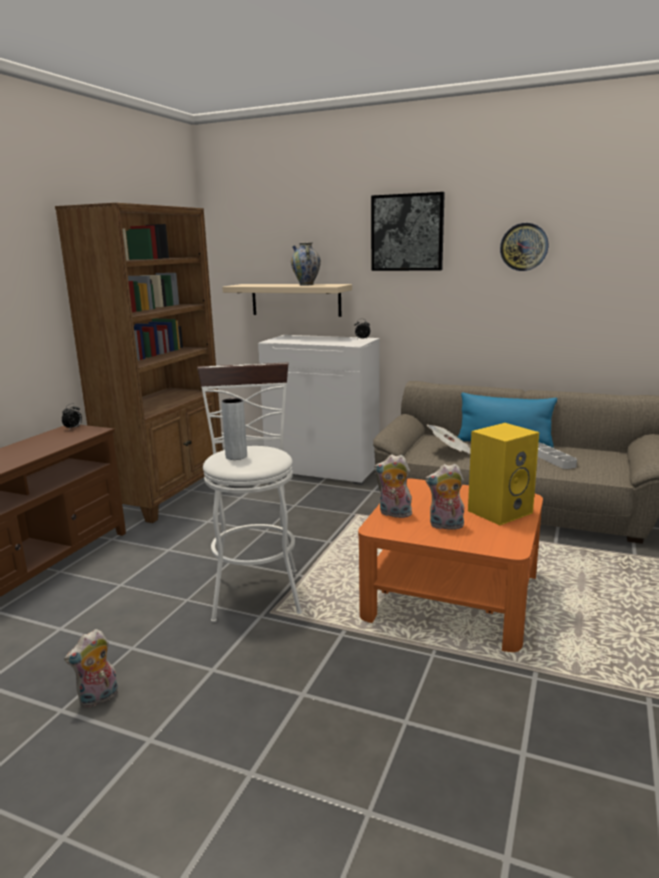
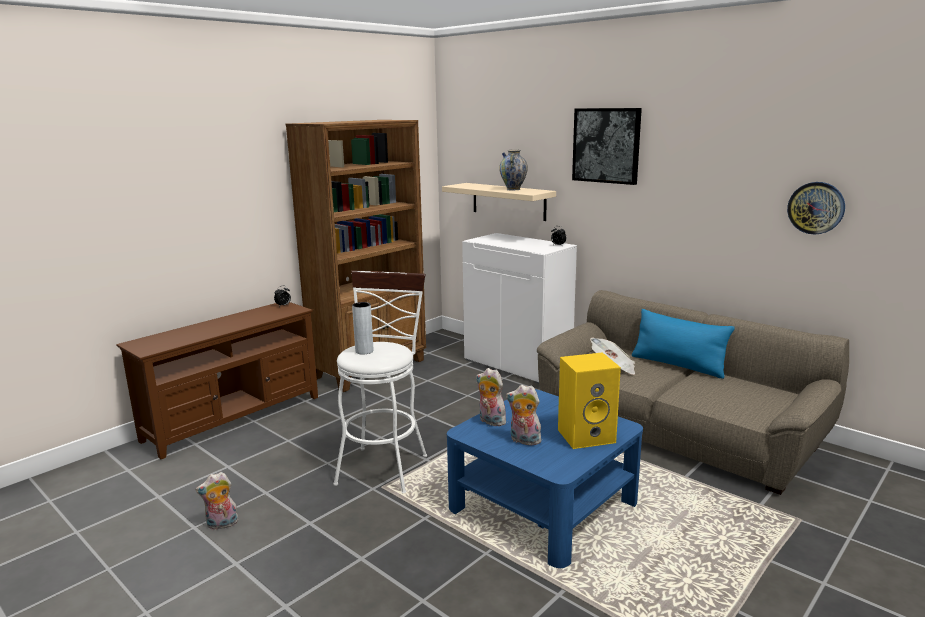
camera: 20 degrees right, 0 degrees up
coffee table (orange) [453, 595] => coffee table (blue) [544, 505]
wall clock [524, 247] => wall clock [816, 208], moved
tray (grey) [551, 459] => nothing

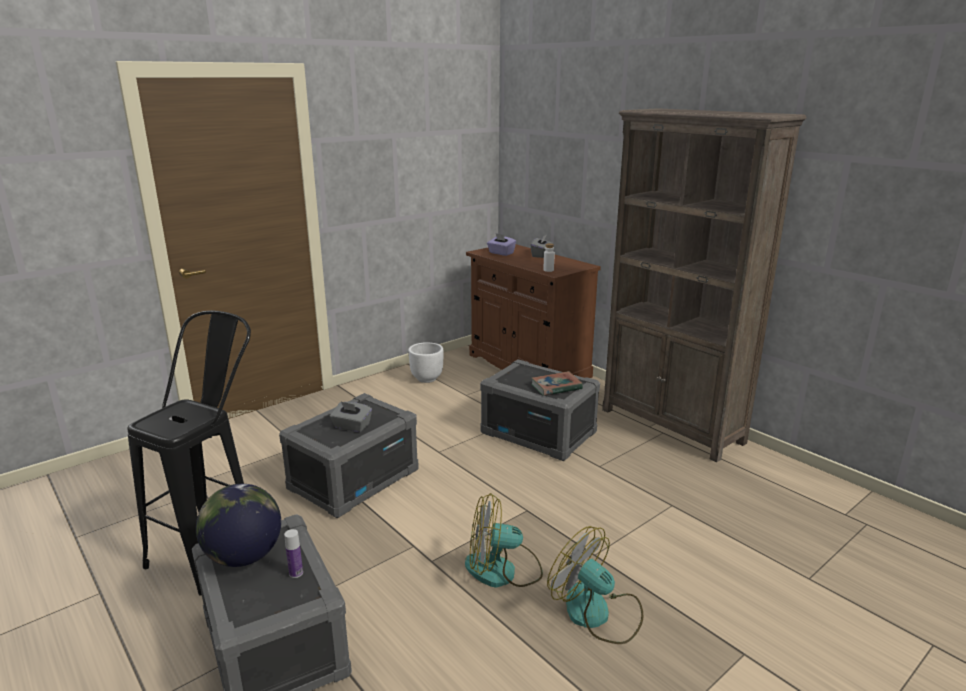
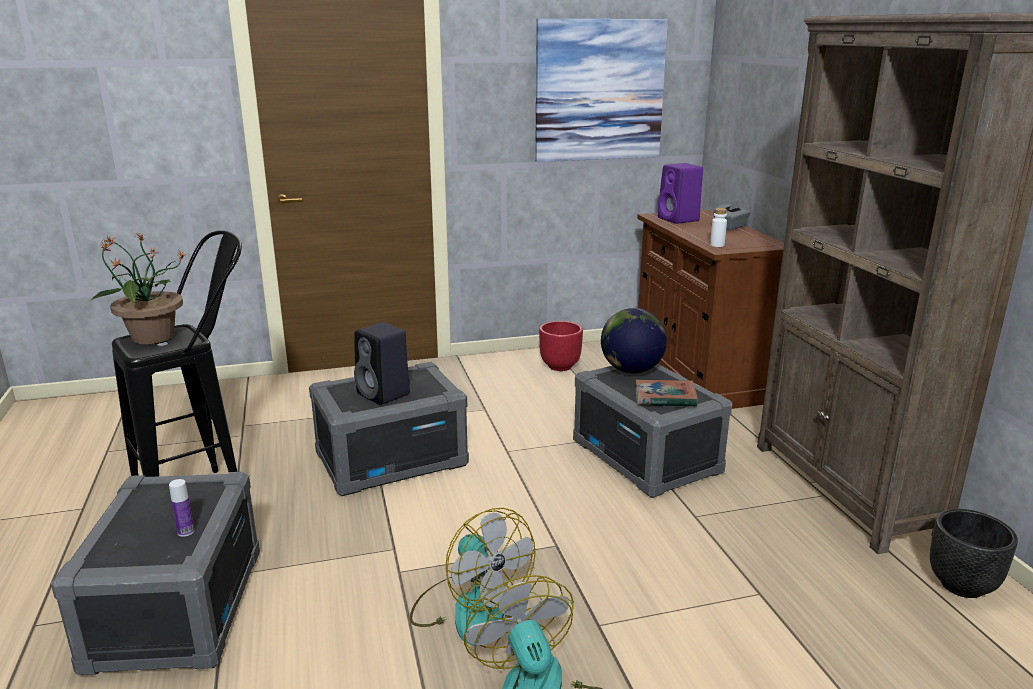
camera: 25 degrees right, 0 degrees up
nothing => potted plant [151, 337]
tissue box (grey) [351, 426] => speaker (black) [385, 394]
fan [502, 570] => fan [469, 608], 150 degrees counterclockwise
nothing => picture [599, 91]
planter (white) [427, 379] => planter (red) [560, 367]
globe [244, 557] => globe [631, 370], moved
tissue box (purple) [501, 253] => speaker (purple) [679, 220]
nothing => planter (black) [961, 586]

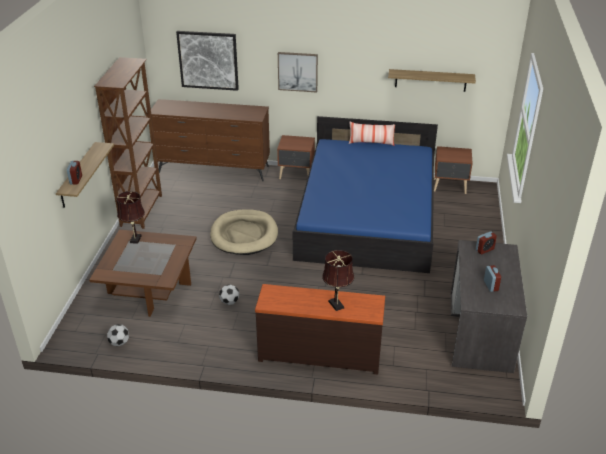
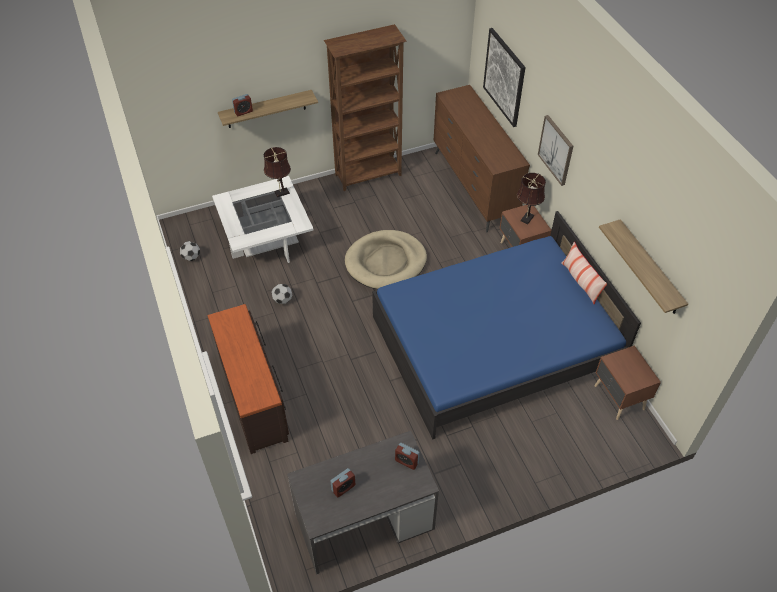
camera: 60 degrees right, 15 degrees up
coffee table (brown) [149, 289] => coffee table (white) [266, 239]
table lamp (brown) [337, 305] => table lamp (brown) [526, 219], moved

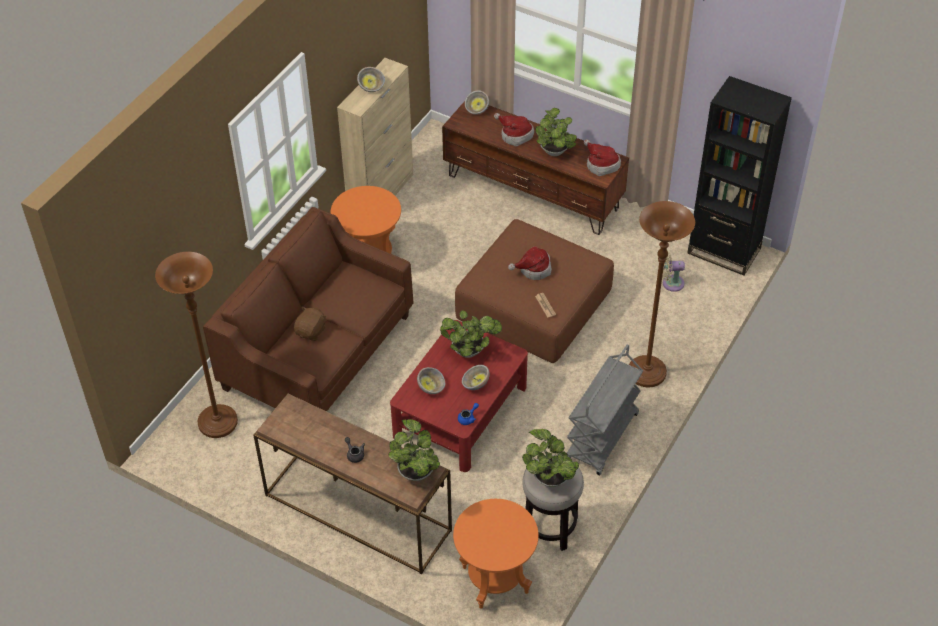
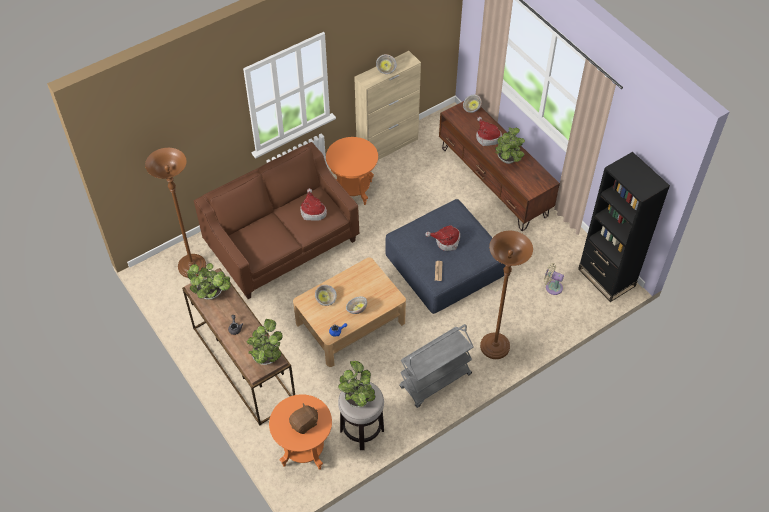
camera: 25 degrees right, 5 degrees up
potted plant [470, 351] => potted plant [212, 294], moved
plush toy (brown) [311, 331] => plush toy (brown) [304, 423], moved
coffee table (red) [460, 411] => coffee table (beige) [350, 322]
hat [601, 164] => hat [313, 211], moved
ottoman (brown) [533, 305] => ottoman (blue) [444, 265]

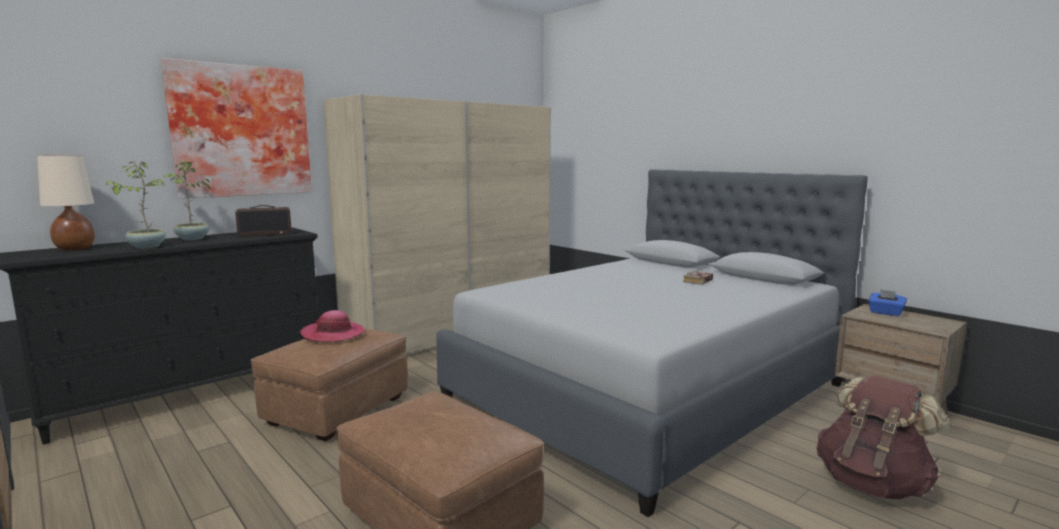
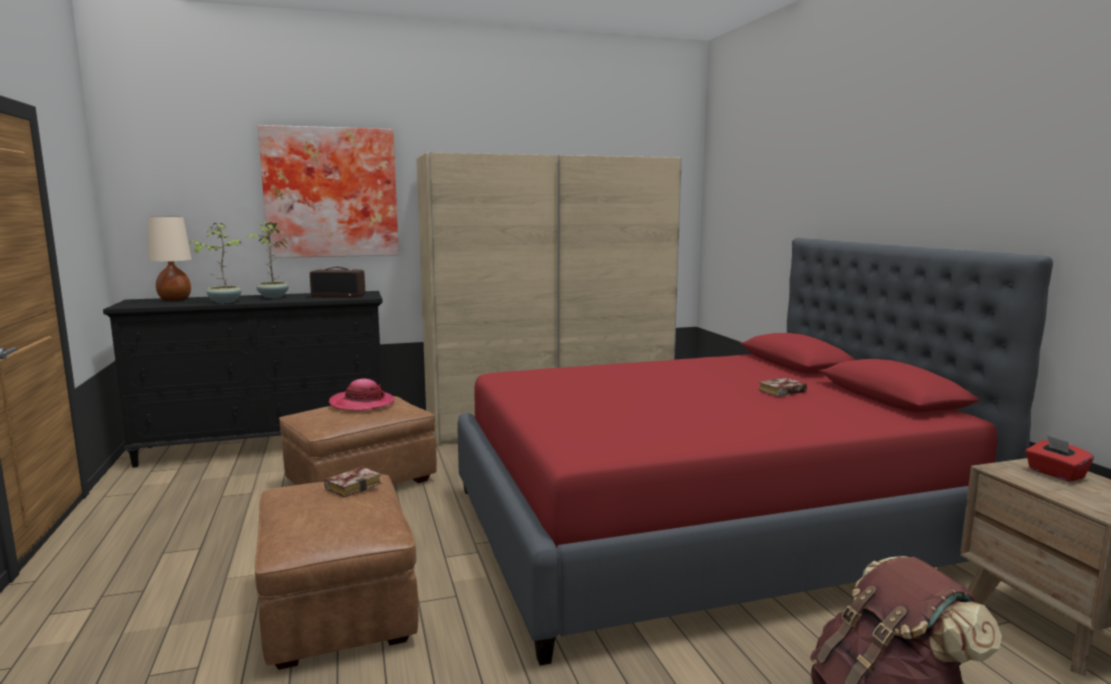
camera: 25 degrees right, 0 degrees up
nothing => book [354, 486]
bed (grey) [648, 392] => bed (red) [701, 527]
tissue box (blue) [885, 313] => tissue box (red) [1055, 474]

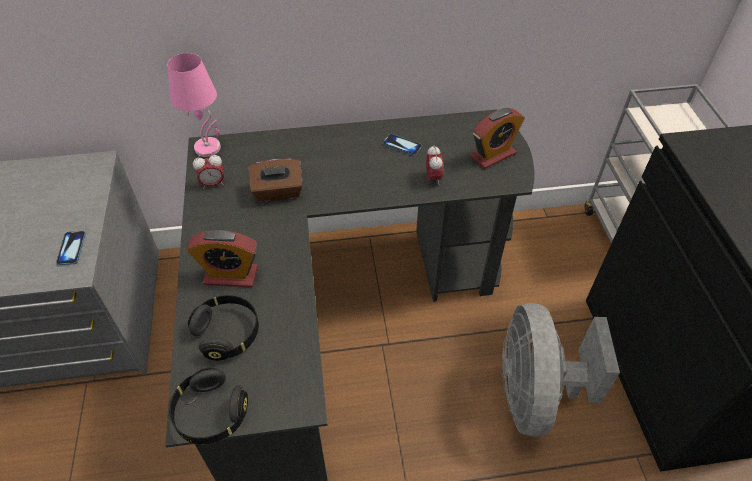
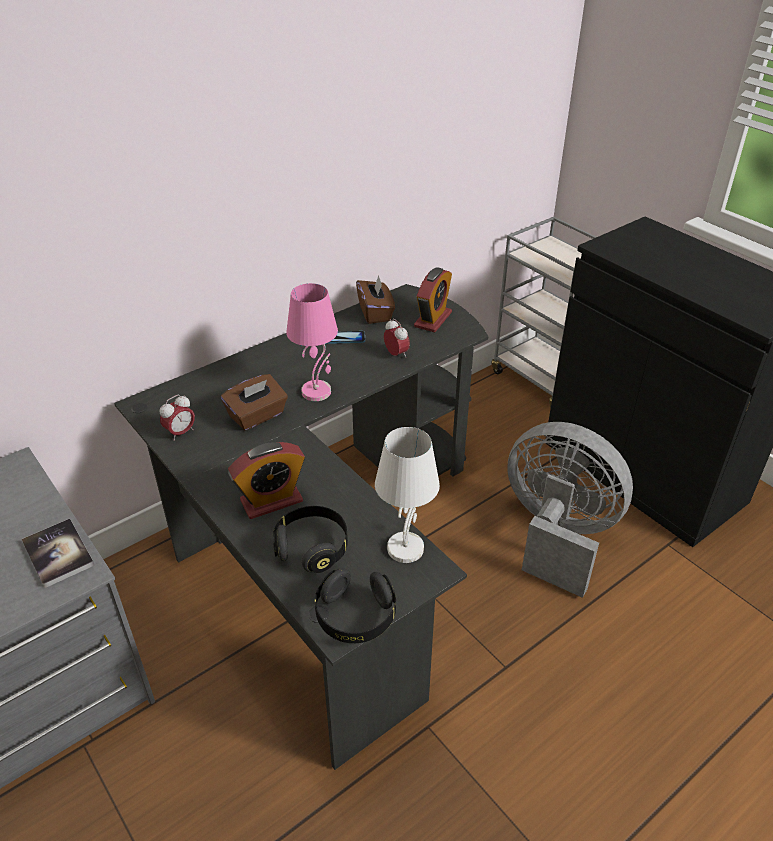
camera: 30 degrees left, 10 degrees down
phone [71, 248] => book [58, 554]
table lamp (pink) [208, 147] => table lamp (pink) [316, 391], moved
nothing => tissue box (brown) [375, 313]
nothing => table lamp (white) [405, 547]
fan (grey) [535, 394] => fan (grey) [557, 535], 150 degrees clockwise

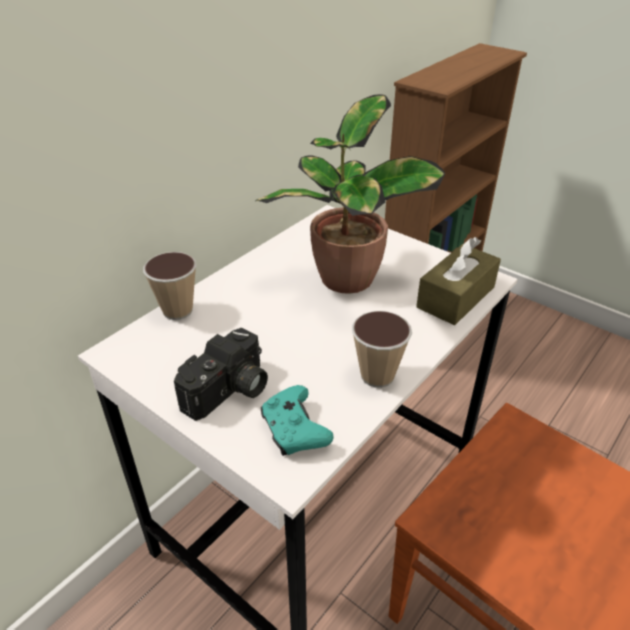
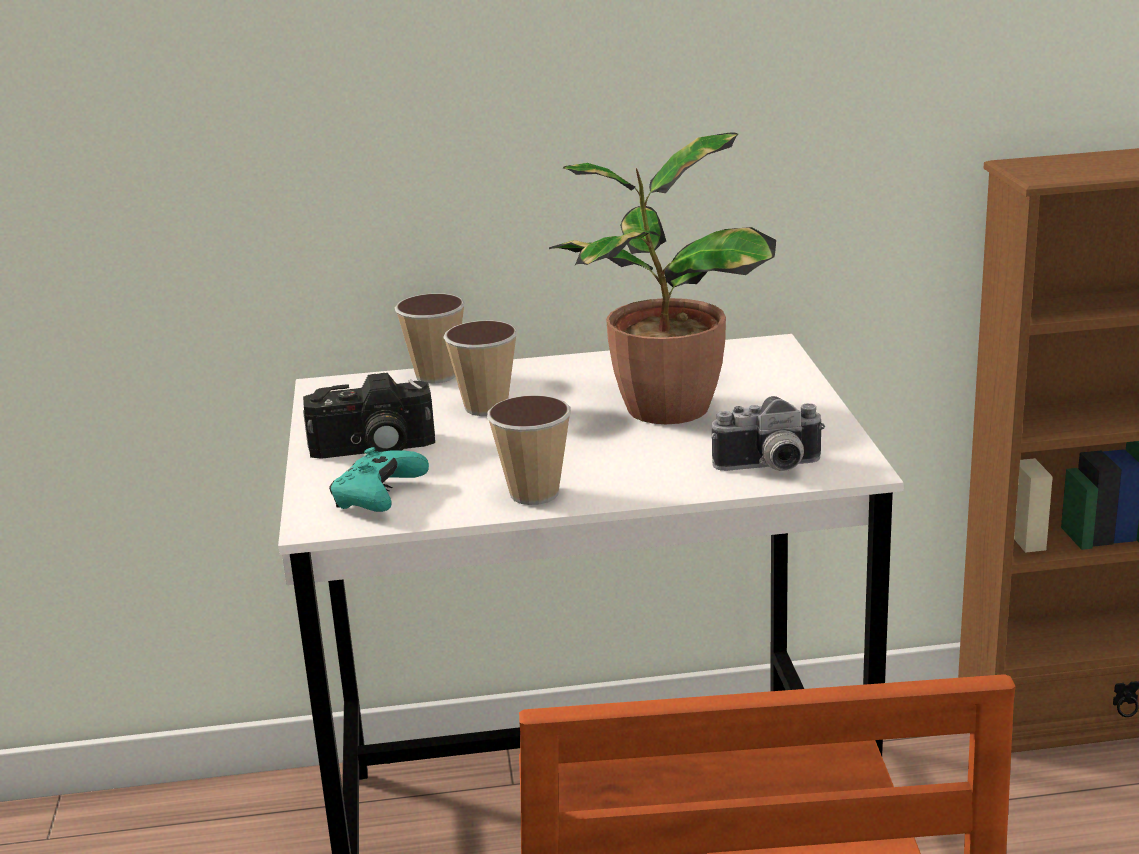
camera: 45 degrees right, 15 degrees down
nothing => cup [486, 407]
tissue box (brown) [456, 297] => photo camera [770, 468]

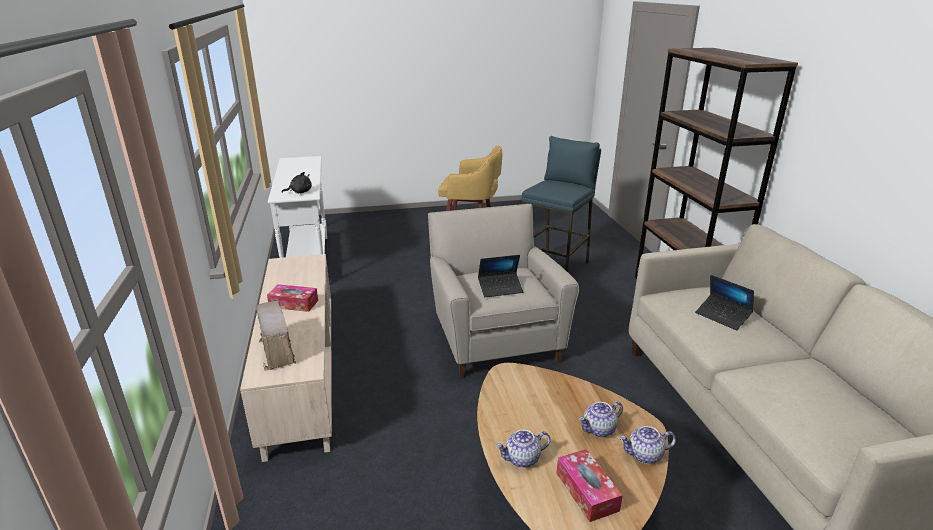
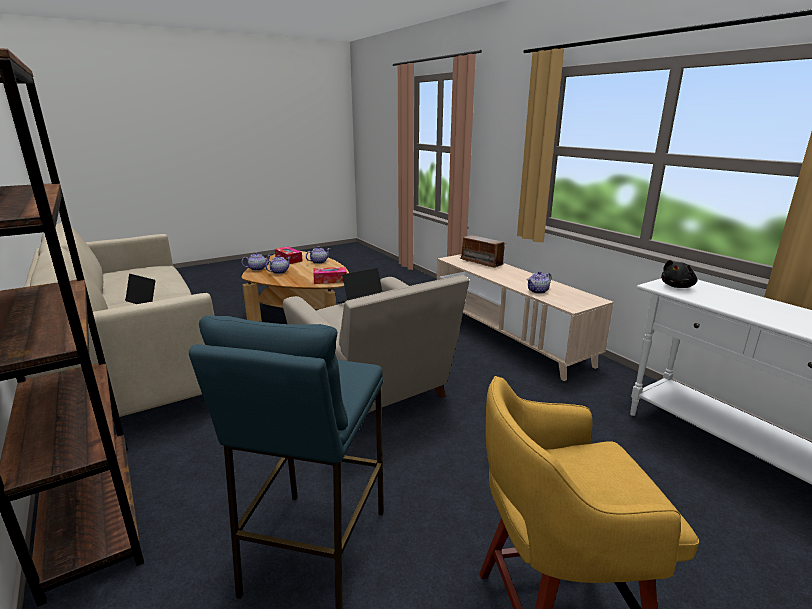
camera: 160 degrees right, 5 degrees down
tissue box [294, 304] => tissue box [330, 280], moved
nothing => teapot [538, 291]

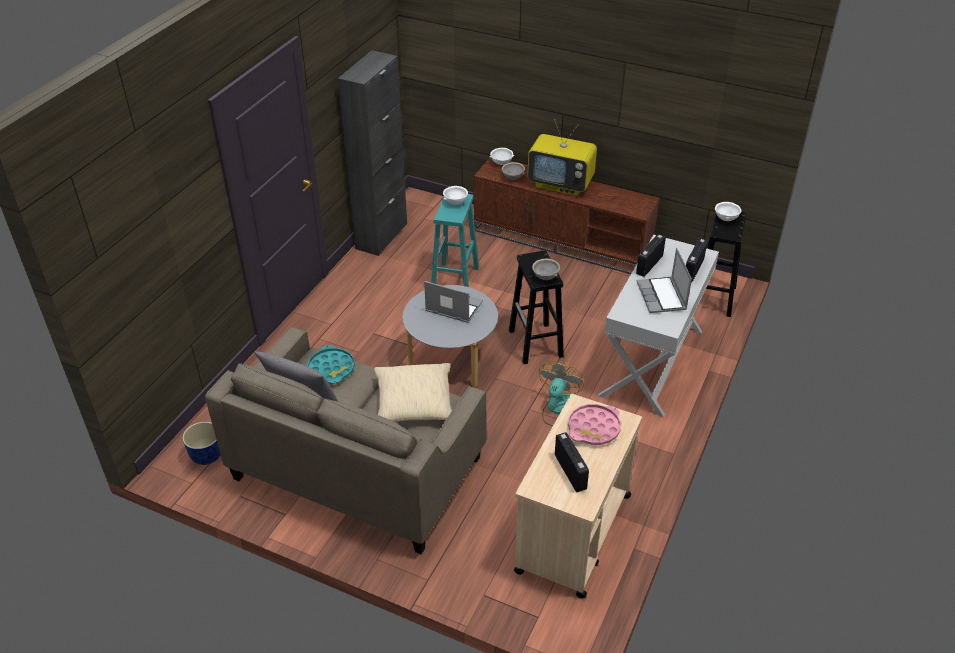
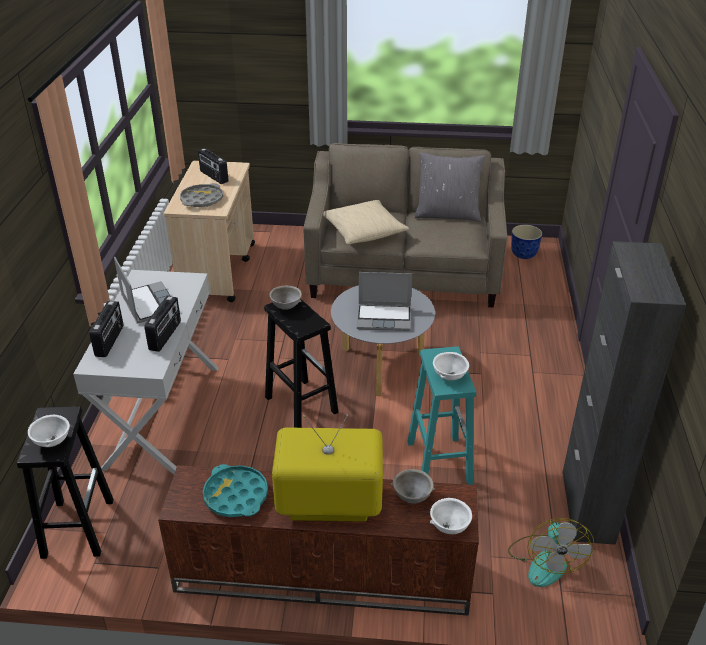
camera: 160 degrees right, 5 degrees down
tray (pink) [593, 428] => tray (grey) [202, 200]
tray (turquoise) [331, 368] => tray (turquoise) [236, 496], moved
fan [560, 410] => fan [545, 561], moved

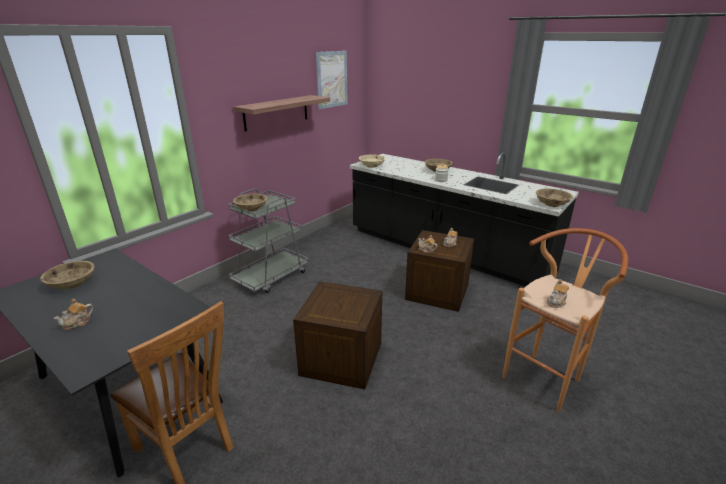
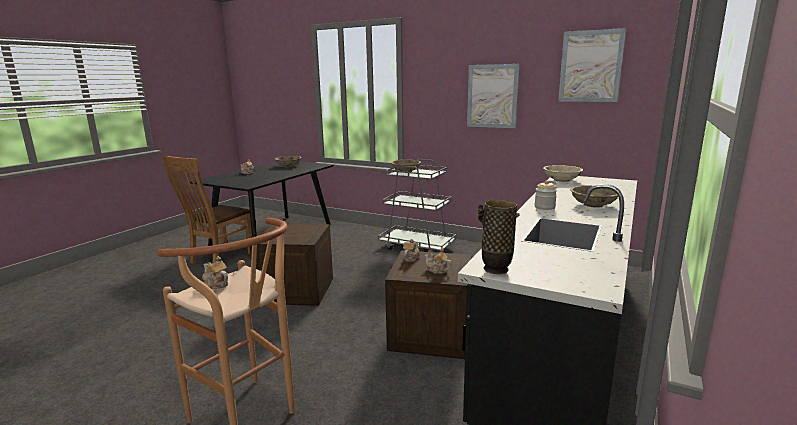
camera: 80 degrees right, 10 degrees down
shelf [276, 112] => picture [492, 96]
bowl (beige) [552, 204] => vase [496, 269]

